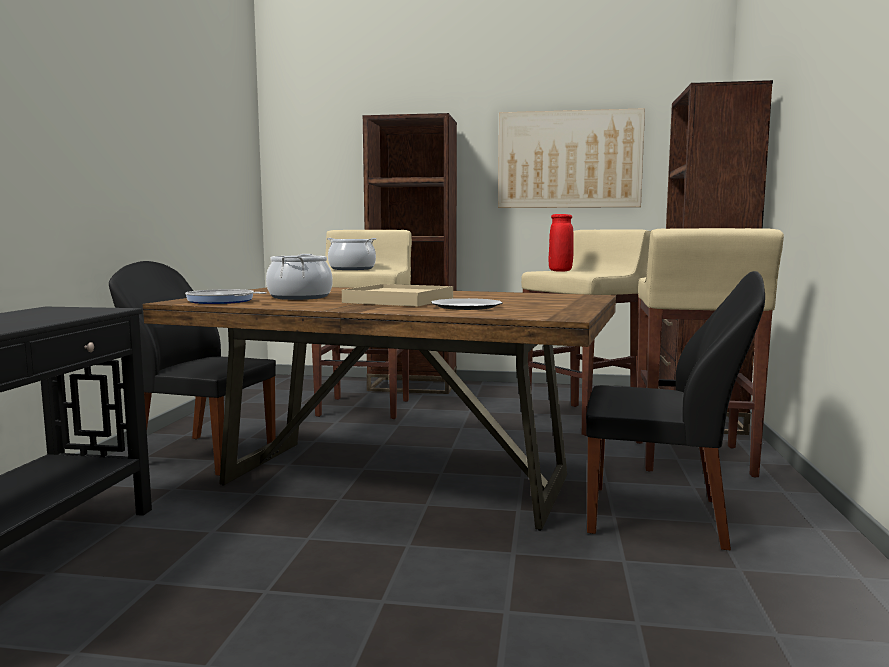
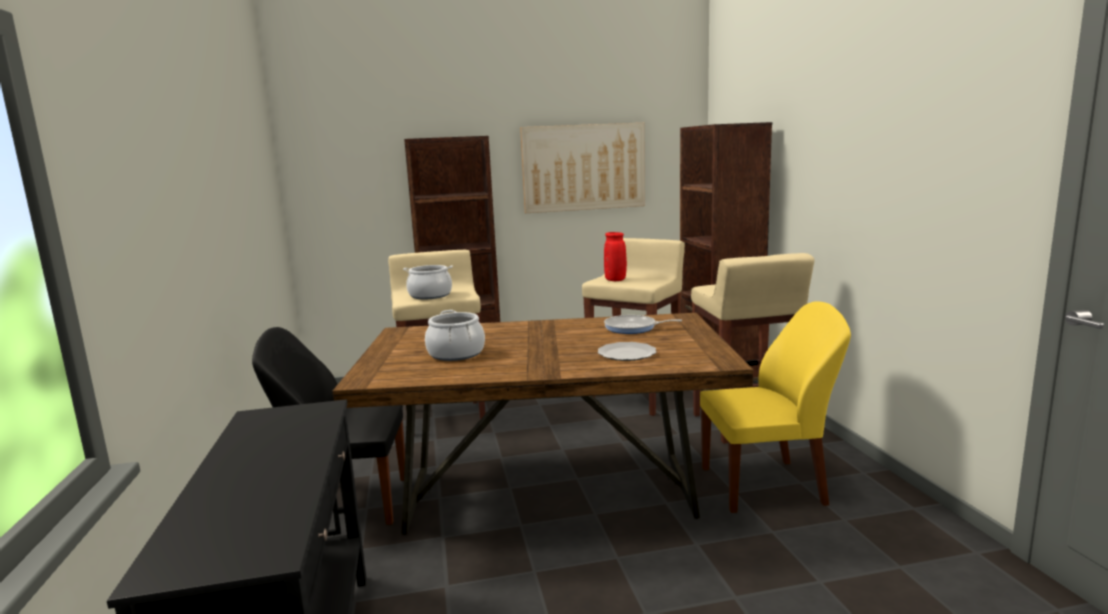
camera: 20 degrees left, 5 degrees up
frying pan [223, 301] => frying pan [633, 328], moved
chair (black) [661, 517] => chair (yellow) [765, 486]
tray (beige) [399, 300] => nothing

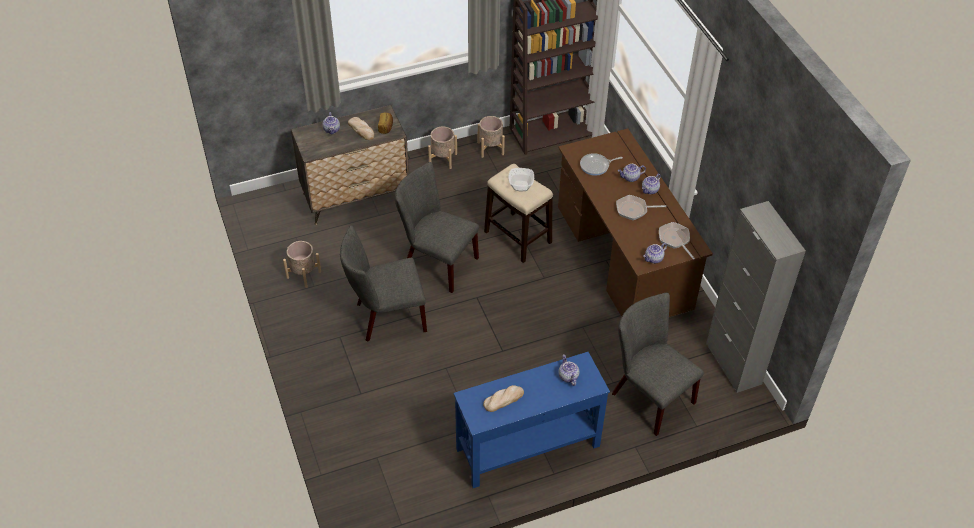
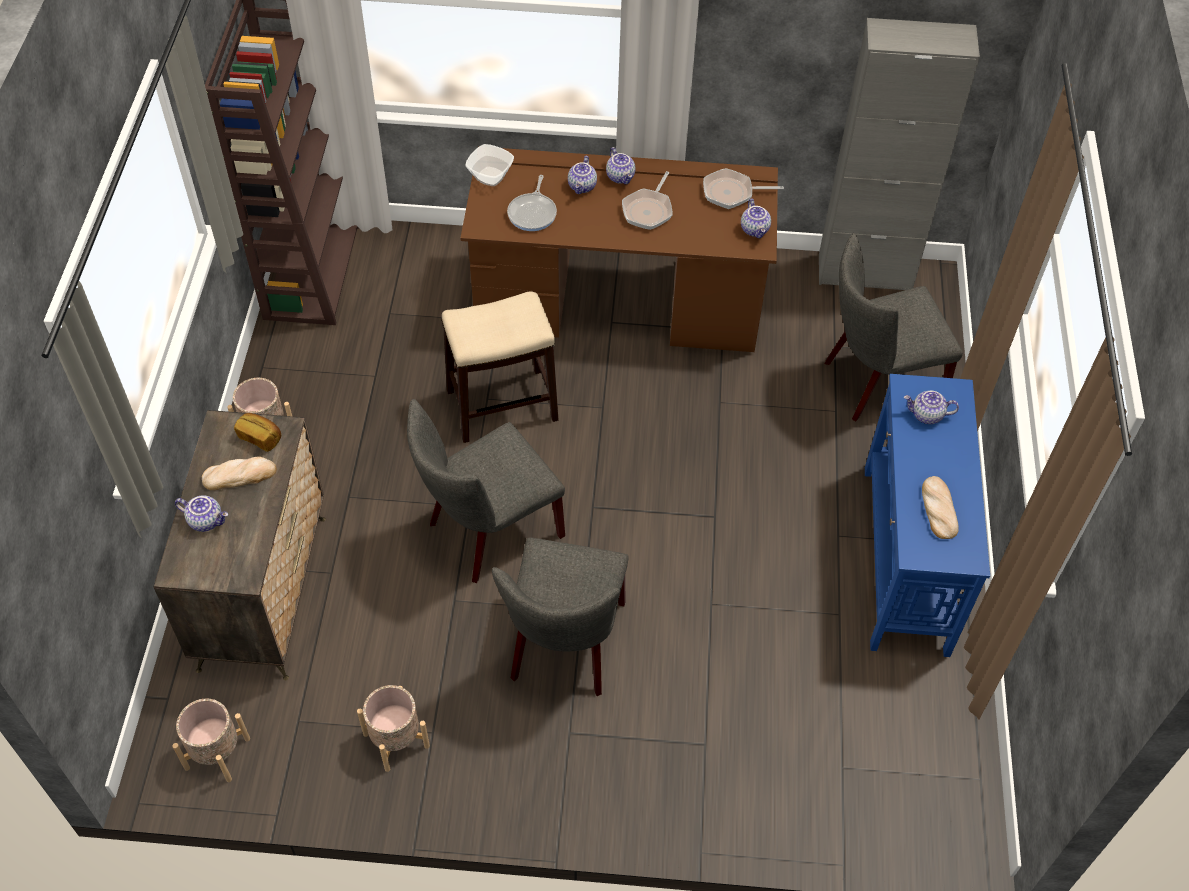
camera: 65 degrees left, 5 degrees up
planter (beige) [490, 148] => planter (beige) [217, 753], moved
bowl [521, 186] => bowl [491, 176], moved

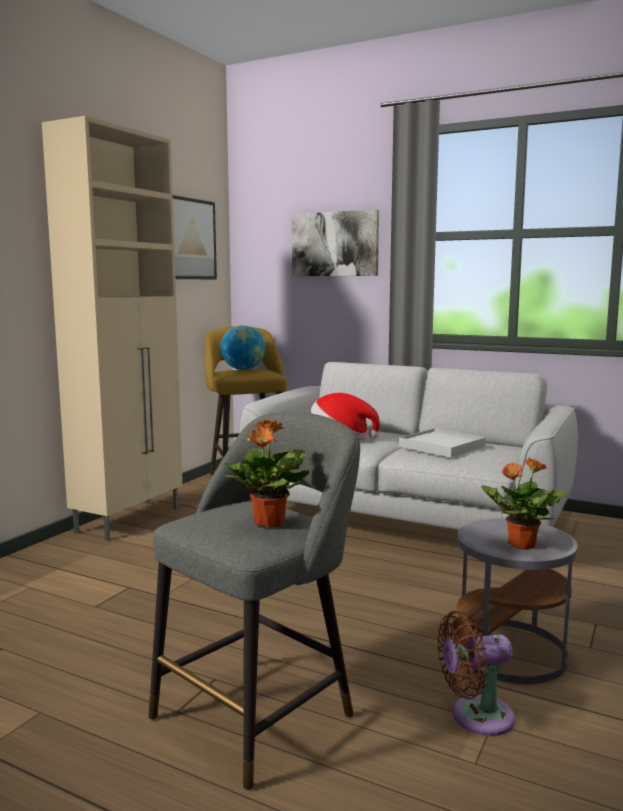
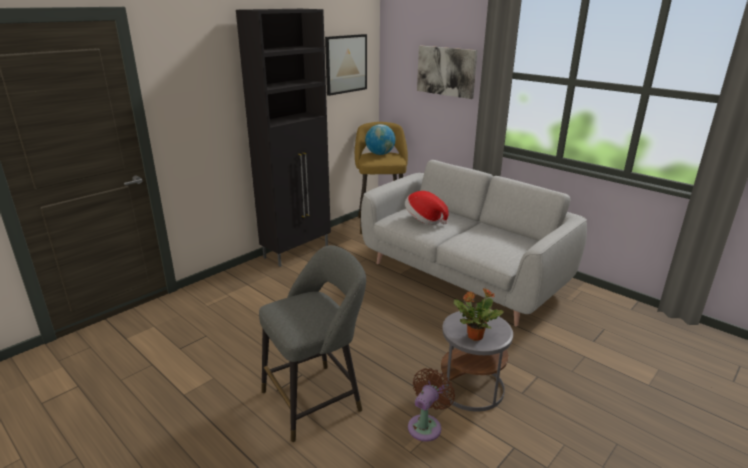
camera: 15 degrees right, 15 degrees up
cabinet (beige) [130, 519] => cabinet (black) [297, 251]
fan (brown) [476, 717] => fan (brown) [426, 425], 120 degrees clockwise
potted plant [269, 523] => nothing
tray (white) [441, 446] => nothing

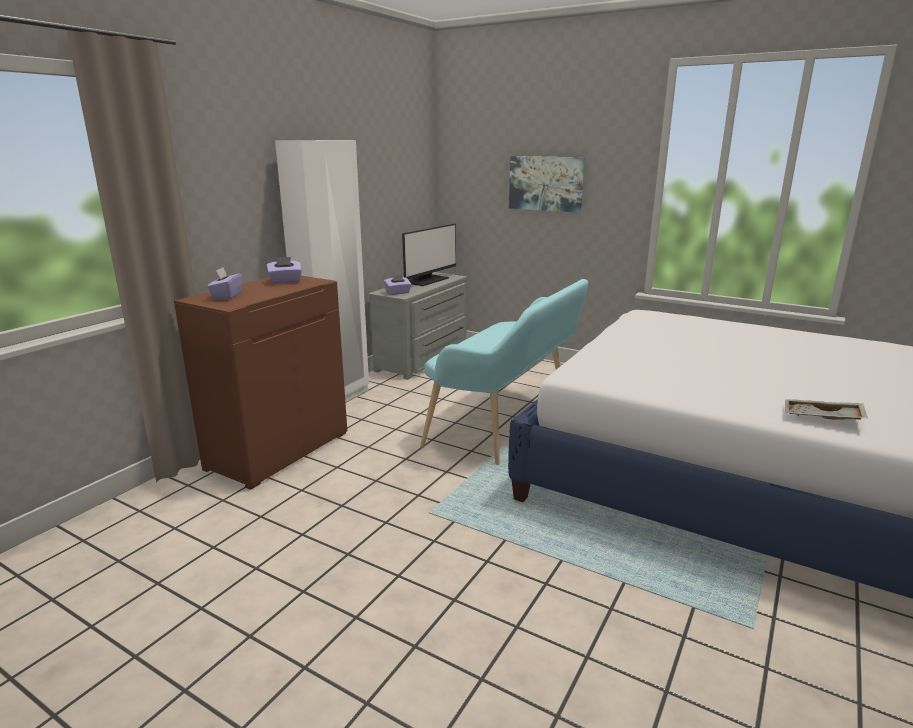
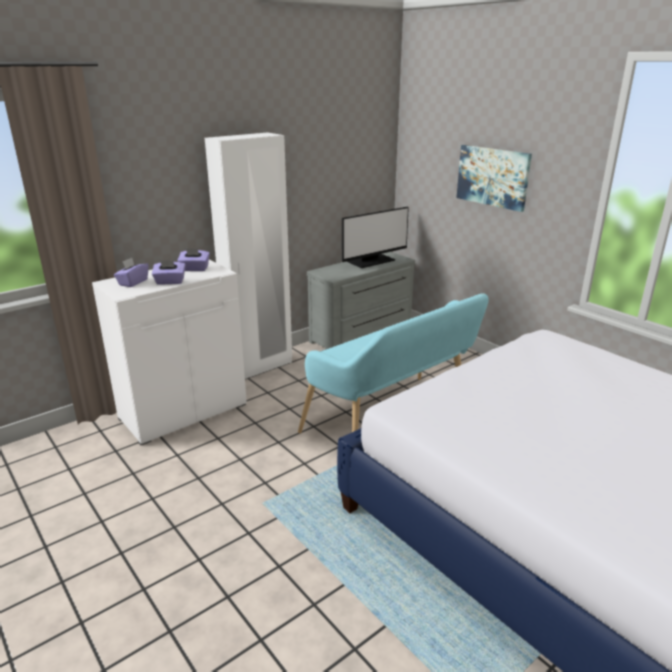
camera: 20 degrees right, 5 degrees up
cabinet (brown) [278, 450] => cabinet (white) [183, 411]
tissue box (purple) [398, 293] => tissue box (purple) [170, 282], moved
tray (grey) [821, 418] => nothing

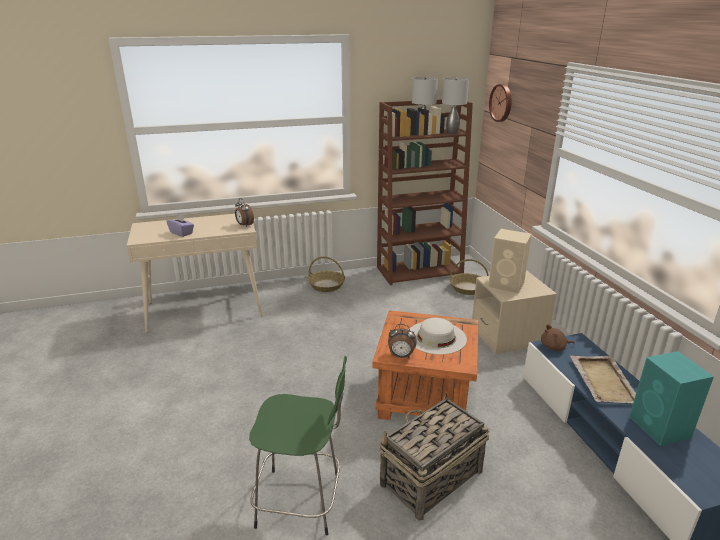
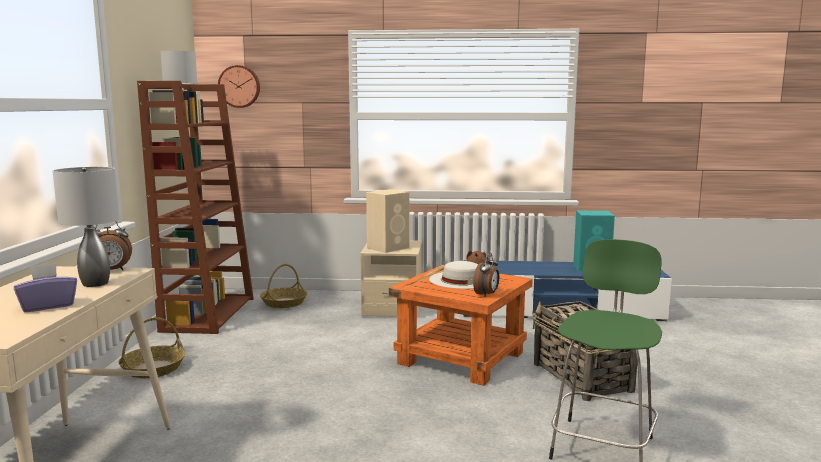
camera: 70 degrees left, 15 degrees down
table lamp (grey) [452, 133] => table lamp (grey) [95, 283], moved
tray (beige) [603, 380] => nothing

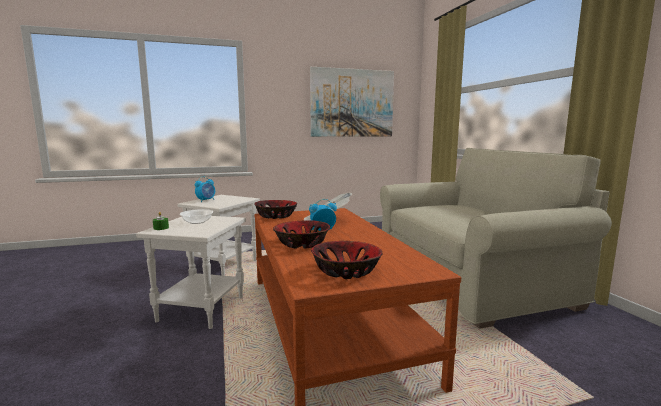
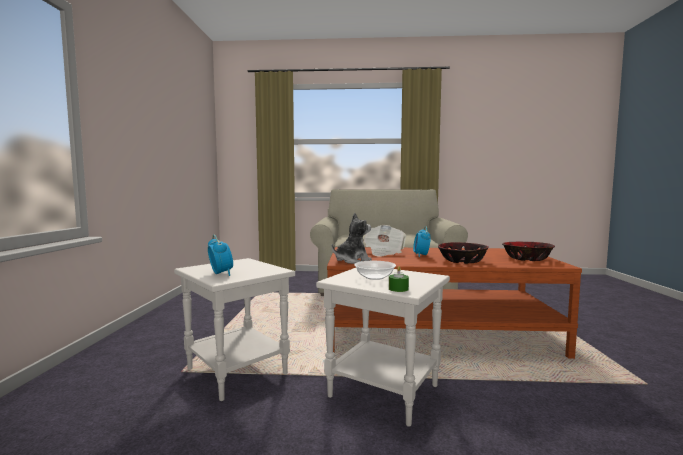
camera: 70 degrees left, 5 degrees down
bowl [276, 216] => plush toy [352, 261]
picture [352, 103] => nothing

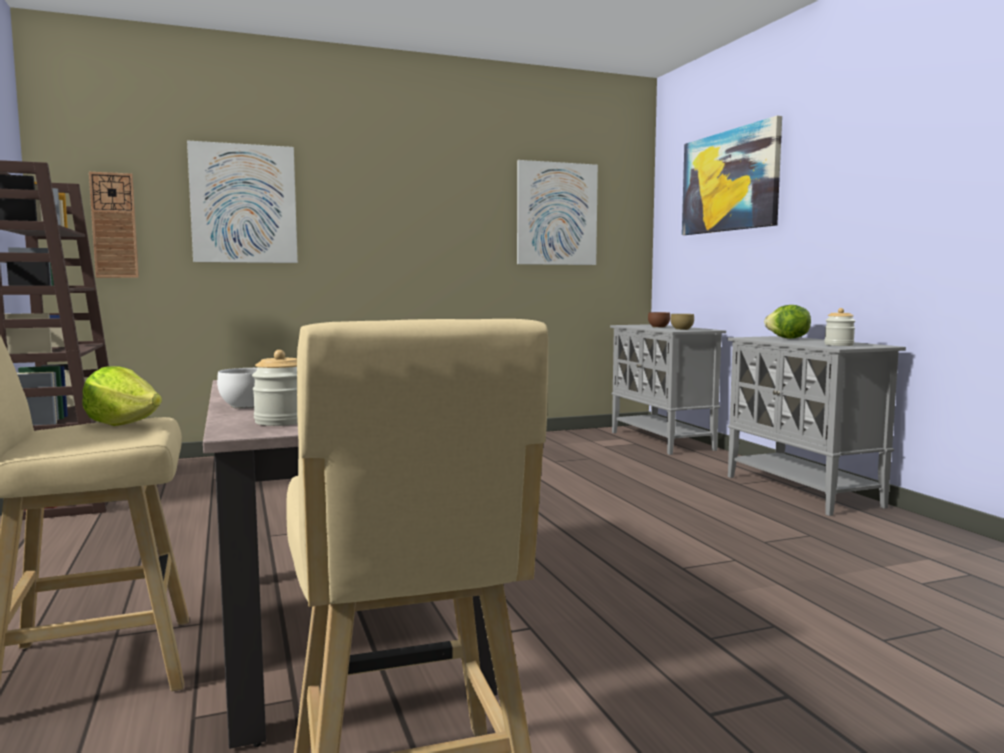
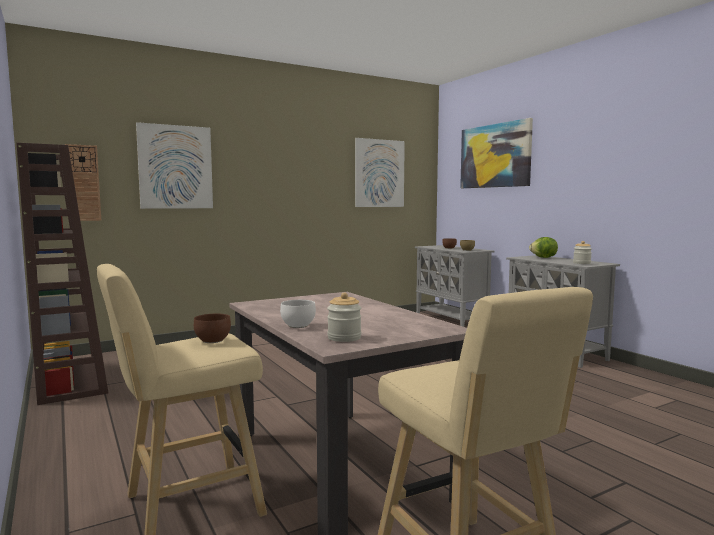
camera: 10 degrees left, 0 degrees up
lettuce [122, 423] => bowl (brown) [212, 340]

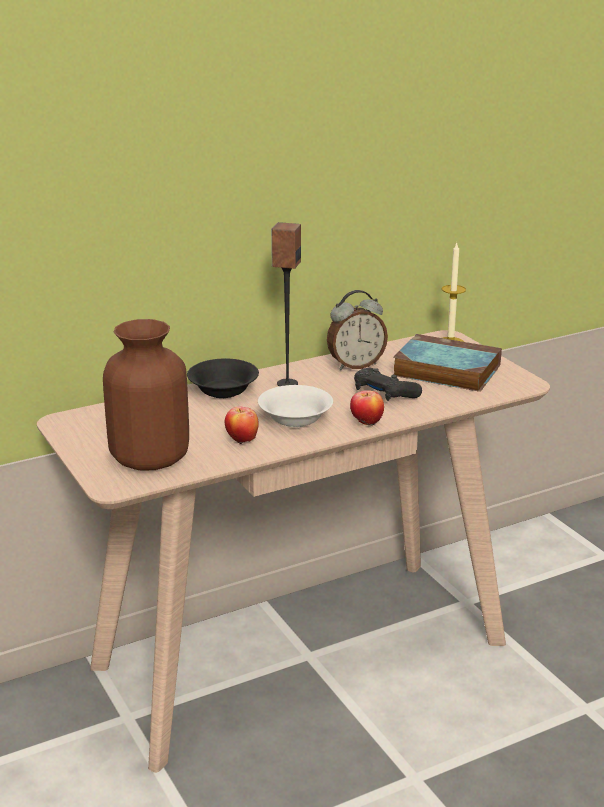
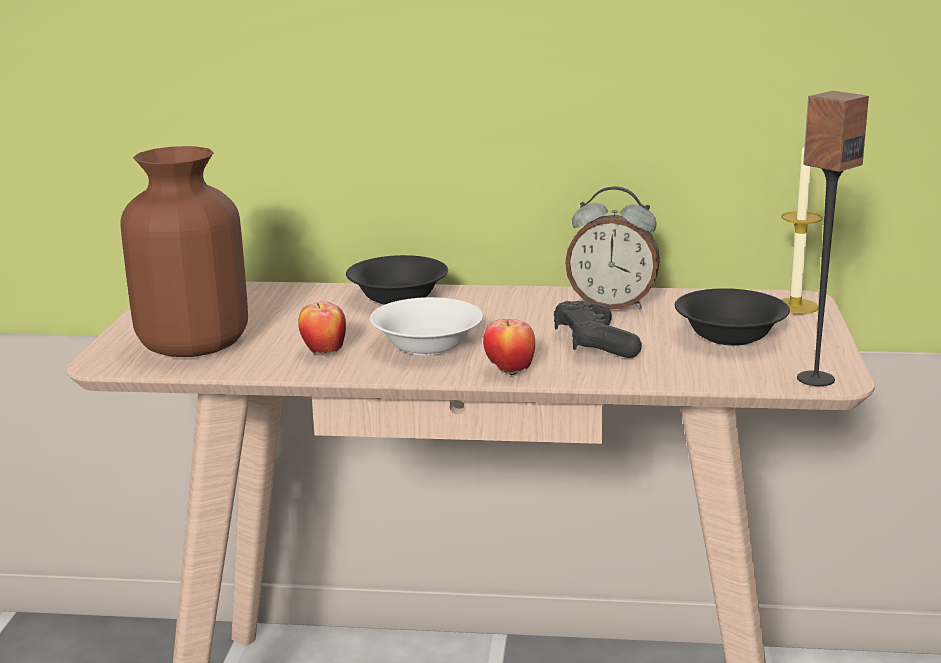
camera: 35 degrees right, 5 degrees down
book [444, 370] => bowl (black) [728, 336]
speaker [287, 383] => speaker [815, 379], moved

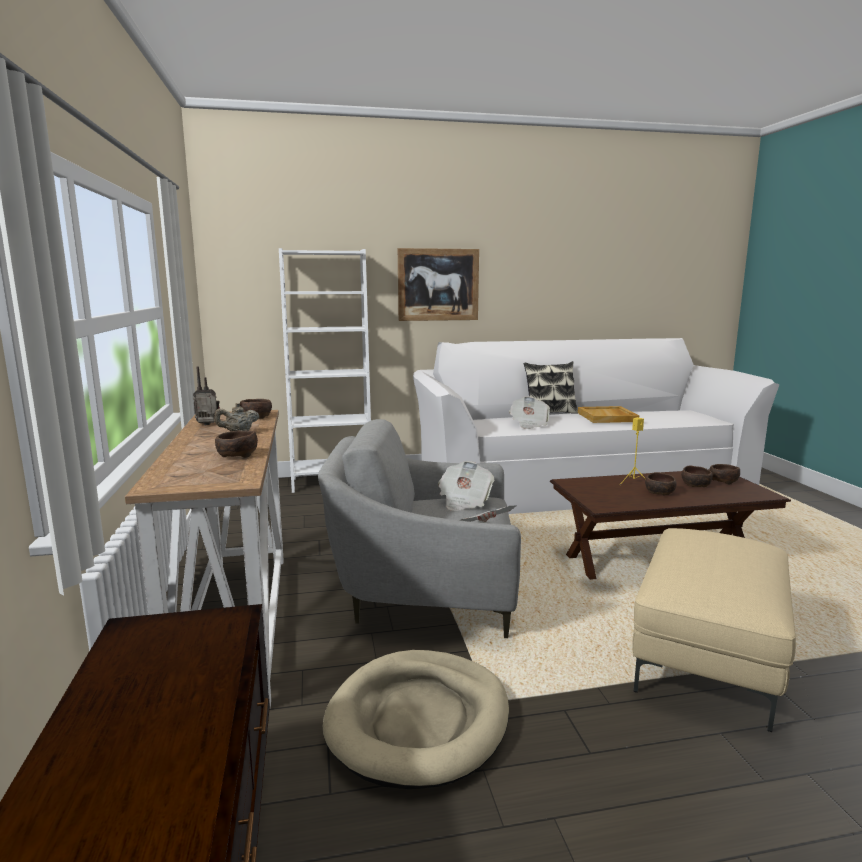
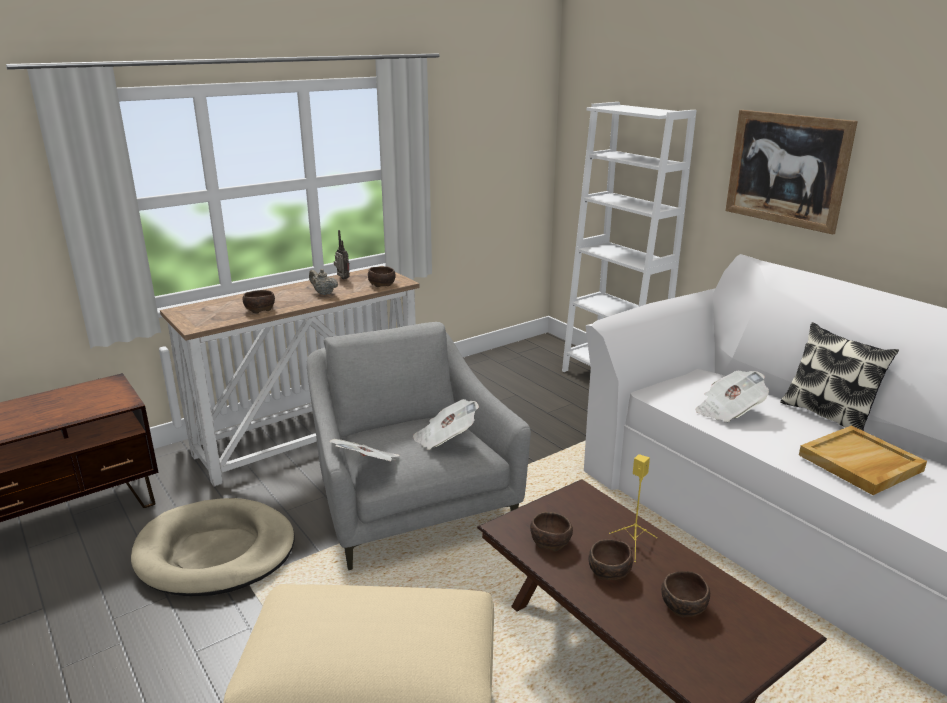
camera: 65 degrees right, 10 degrees up
bowl (brown) [722, 481] => bowl (brown) [550, 540], moved

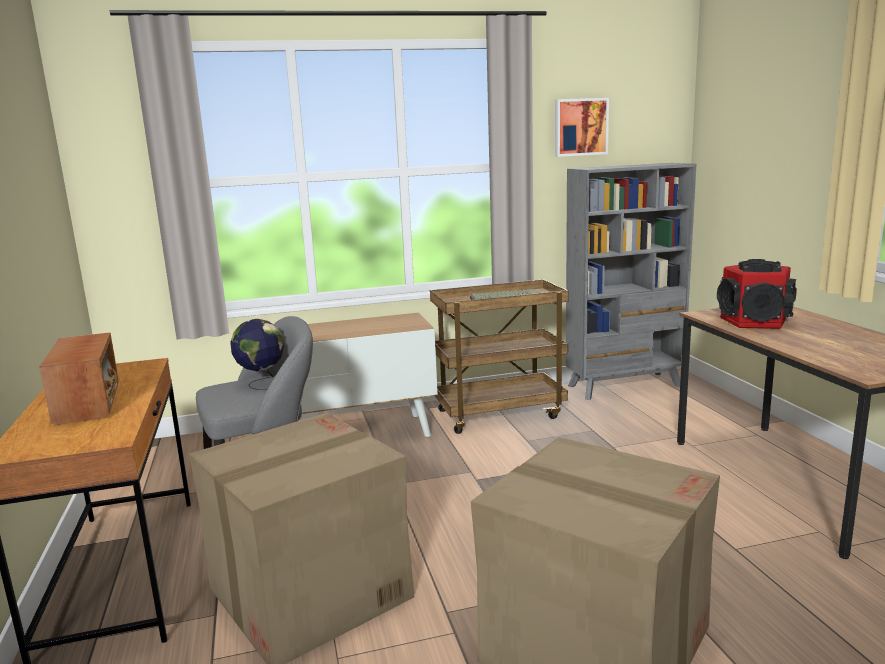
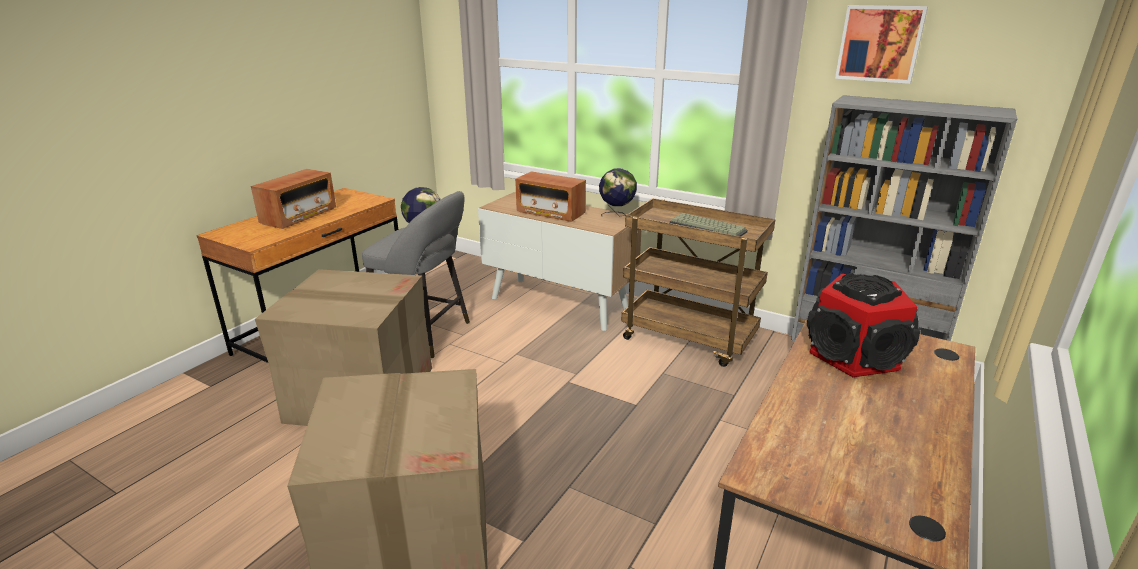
camera: 45 degrees right, 10 degrees up
nothing => radio [550, 213]
nothing => globe [617, 215]

